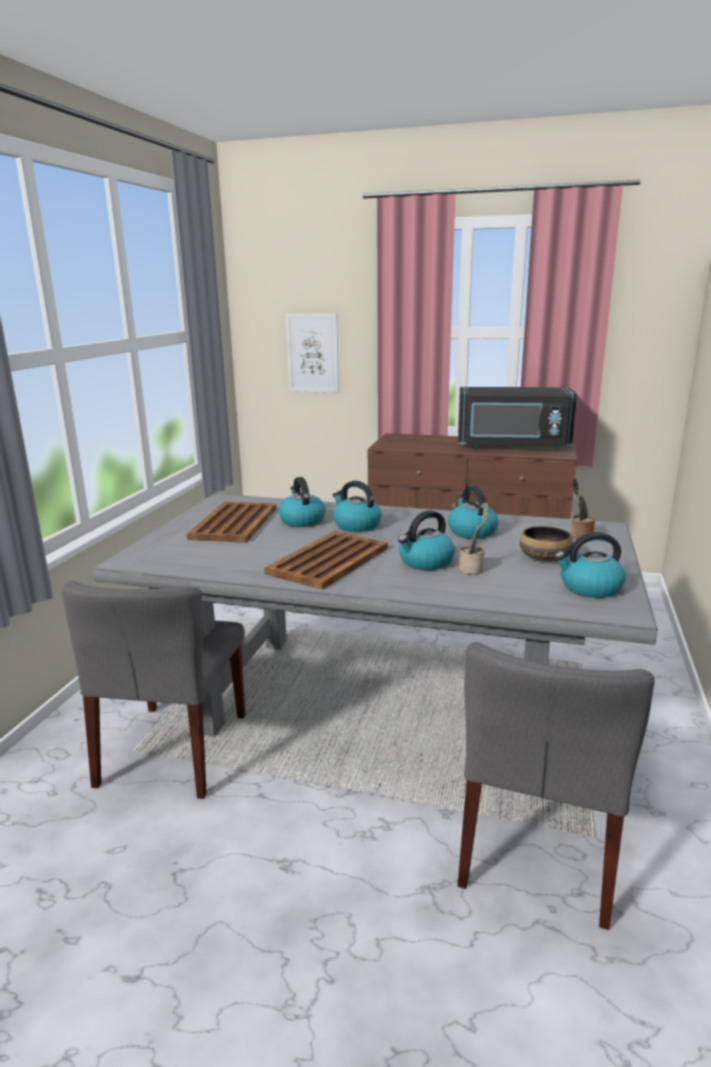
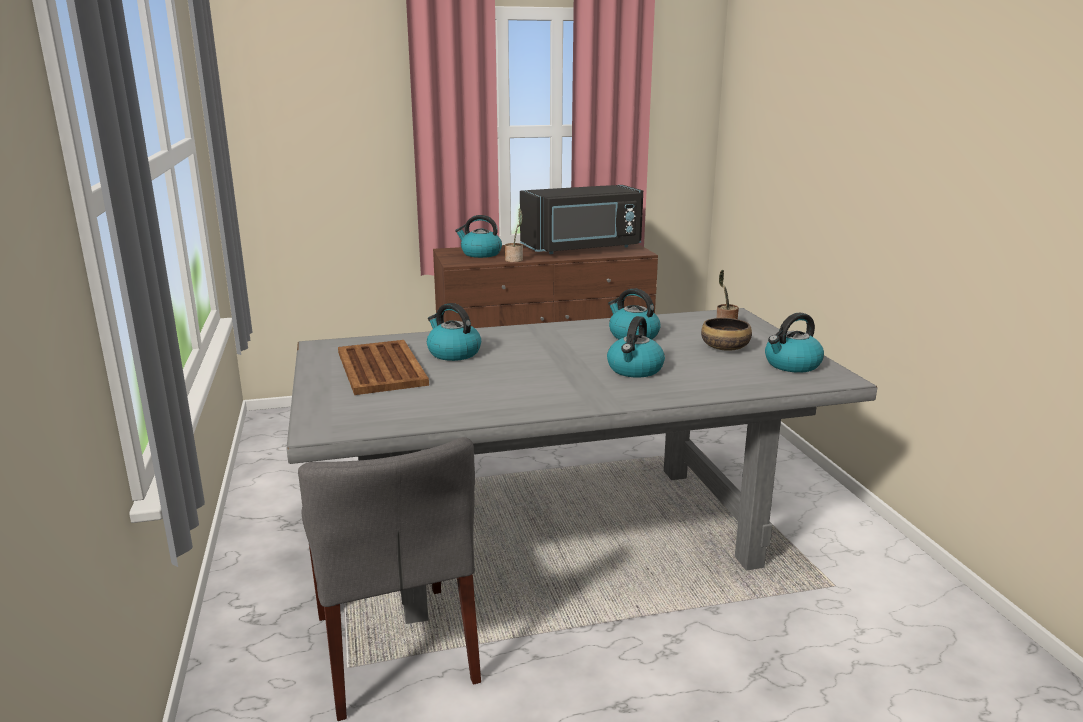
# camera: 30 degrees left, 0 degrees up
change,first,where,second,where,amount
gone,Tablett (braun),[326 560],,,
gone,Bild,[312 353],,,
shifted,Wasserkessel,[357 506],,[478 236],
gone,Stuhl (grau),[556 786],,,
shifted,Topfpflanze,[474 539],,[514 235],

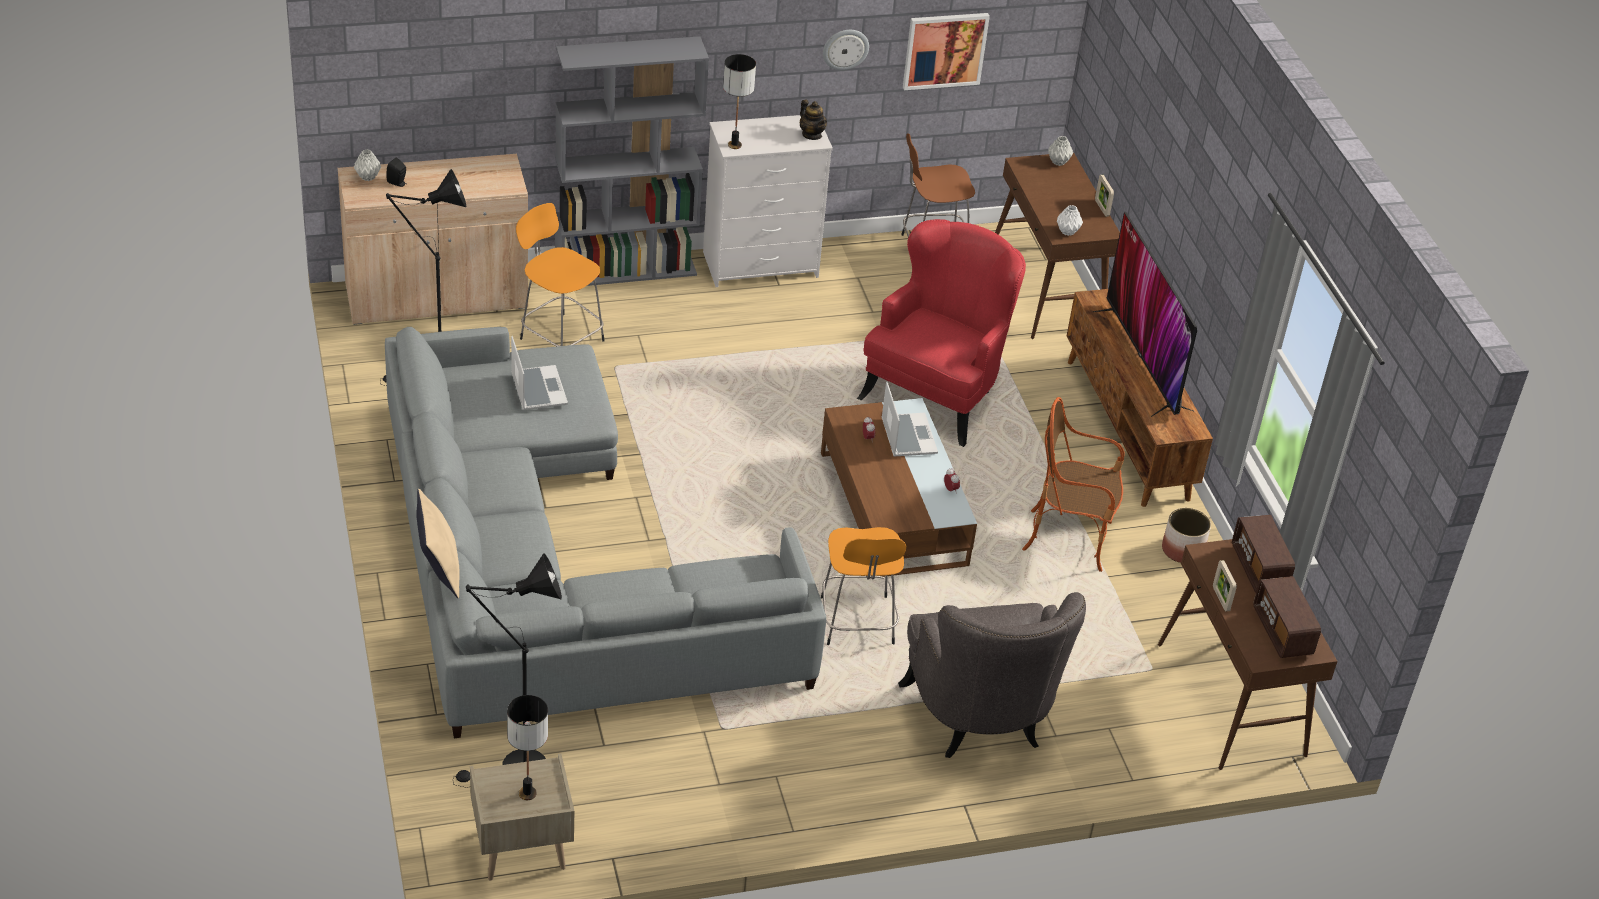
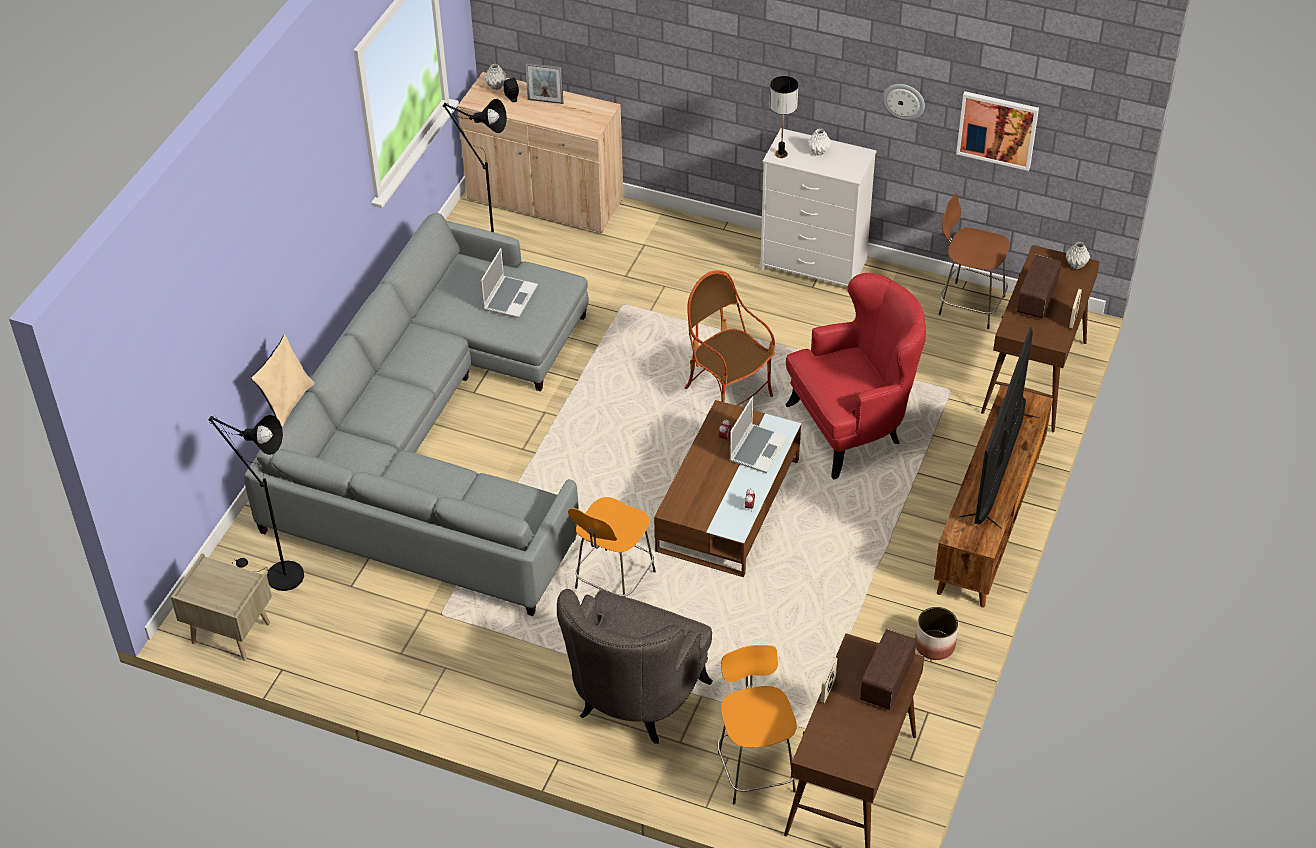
# camera: 40 degrees right, 5 degrees up
change,first,where,second,where,amount
gone,Tischlampe,[527 747],,,
shifted,Hocker (orange),[560 274],,[757 724],
gone,Bücherregal (grau),[632 161],,,
gone,Teekanne,[813 120],,,
shifted,Sessel,[1073 484],,[729 338],
shifted,Vase (weiß),[1070 220],,[819 142],
shifted,Radio,[1287 617],,[1039 287],
new,,,Bilderrahmen,[544 83],

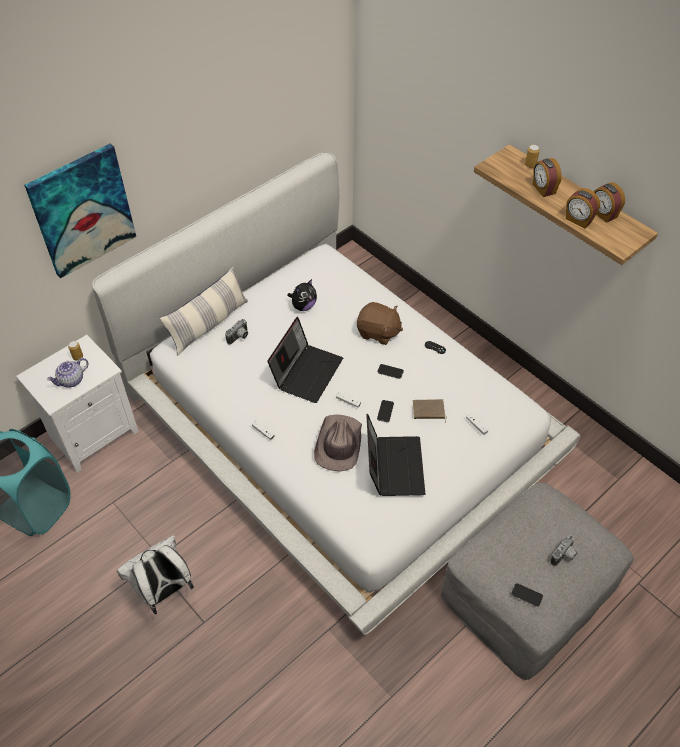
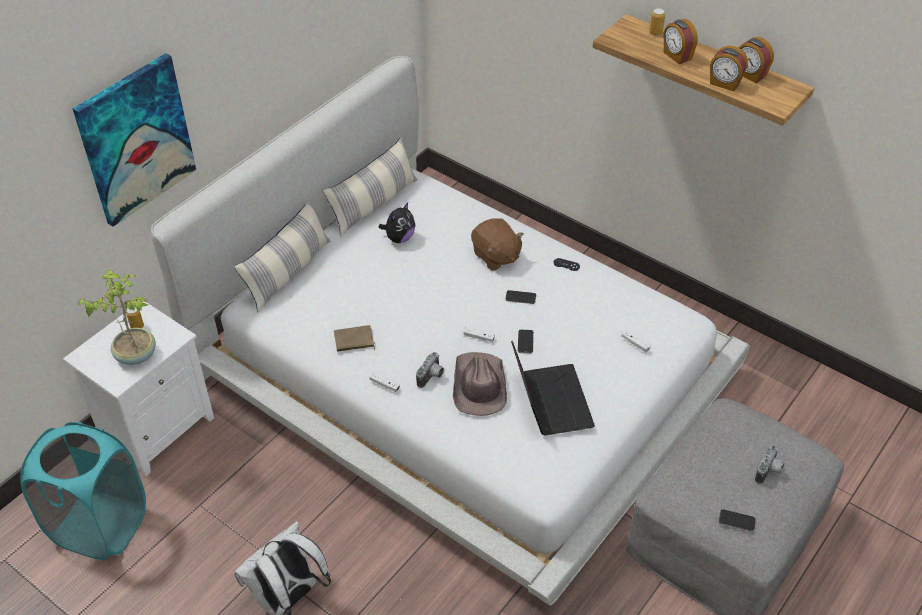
# camera: 10 degrees left, 5 degrees down
change,first,where,second,where,amount
swapped,Teekanne,[68 373],Topfpflanze,[116 317],
shifted,Kamera,[236 331],,[430 370],
gone,Laptop,[305 360],,,
rotated,Plüschtier (braun),[380 323],,[497 244],45 degrees clockwise
shifted,Buch (braun),[430 411],,[355 338],
new,,,Kissen,[369 186],

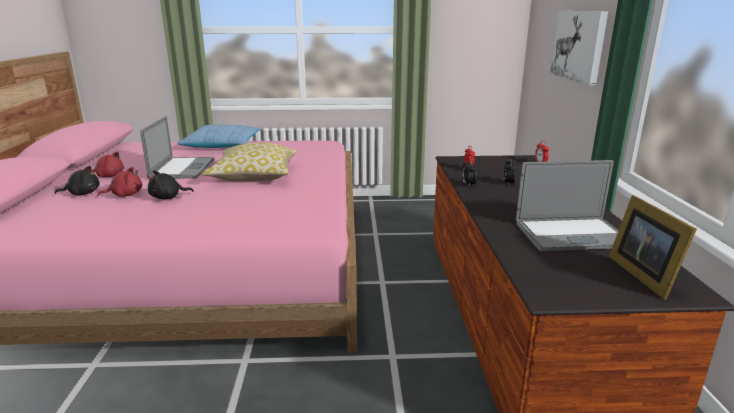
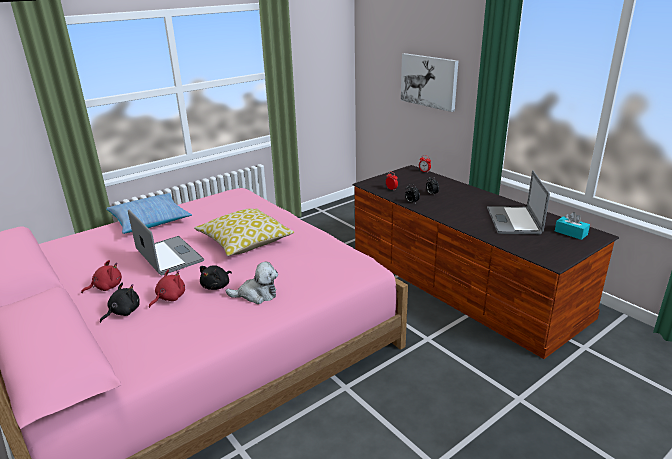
# camera: 35 degrees left, 5 degrees up
change,first,where,second,where,amount
rotated,Laptop,[567 205],,[518 202],135 degrees clockwise
swapped,Bilderrahmen,[653 247],Taschentuchbox (türkis),[572 226],
new,,,Plüschtier,[252 283],

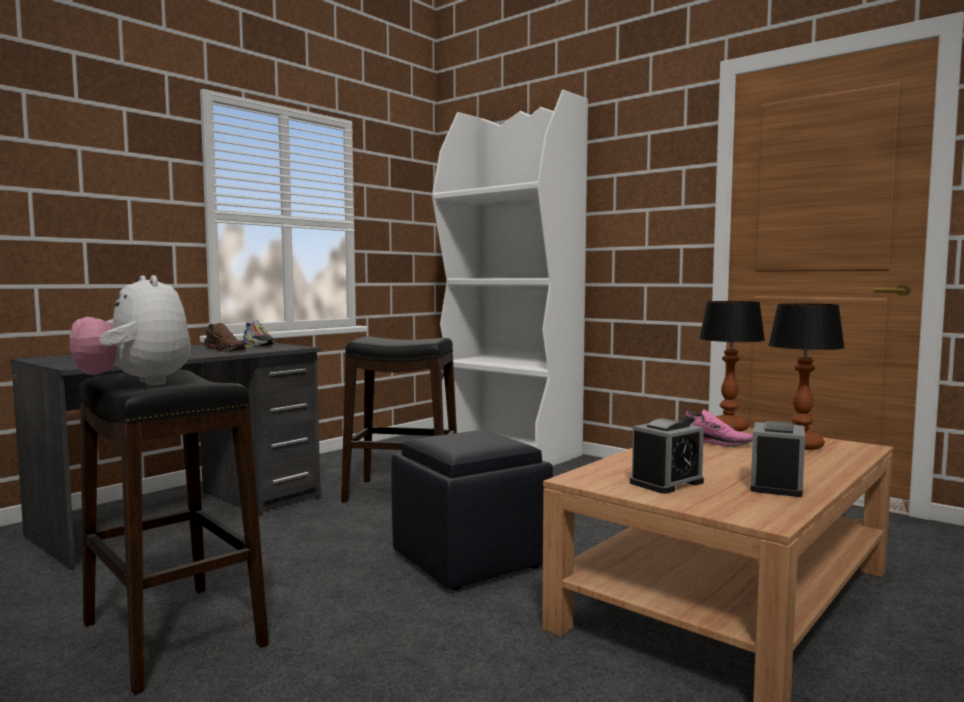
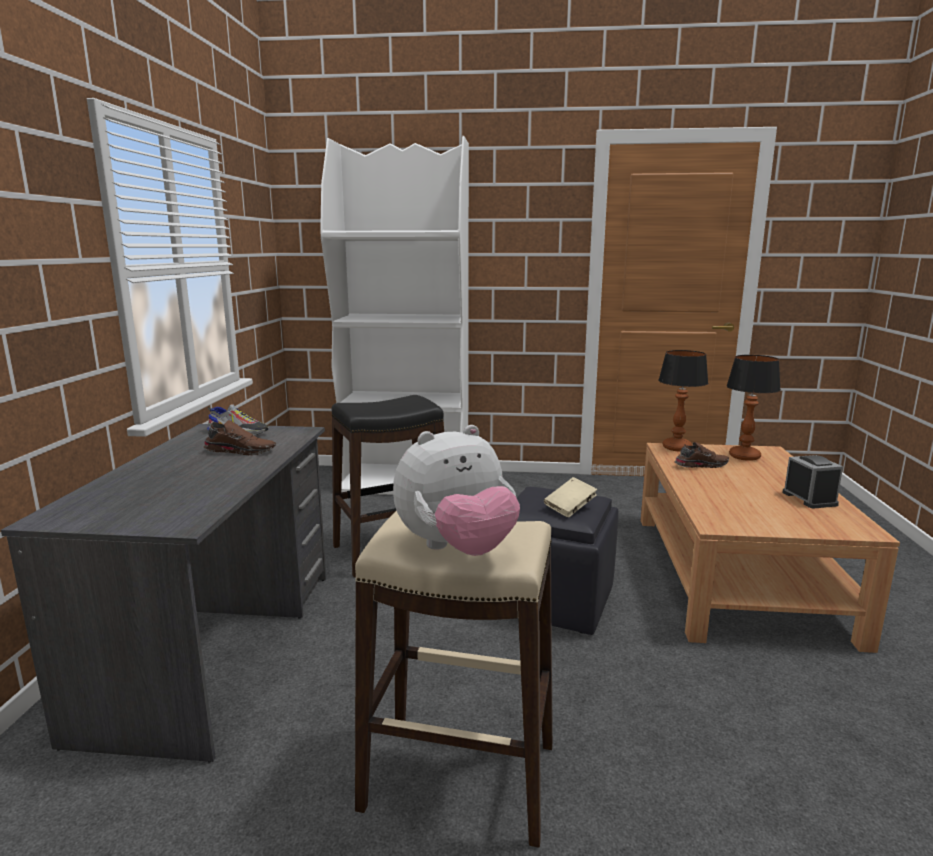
# camera: 35 degrees left, 10 degrees up
change,first,where,second,where,amount
rotated,Plüschtier,[130 330],,[456 490],45 degrees counterclockwise
repainted,Hocker (schwarz),[174 532],Hocker (beige),[454 679],
gone,Wecker,[667 456],,,
repainted,Schuh (rosa),[717 428],Schuh (braun),[701 455],
new,,,Buch (beige),[570 497],

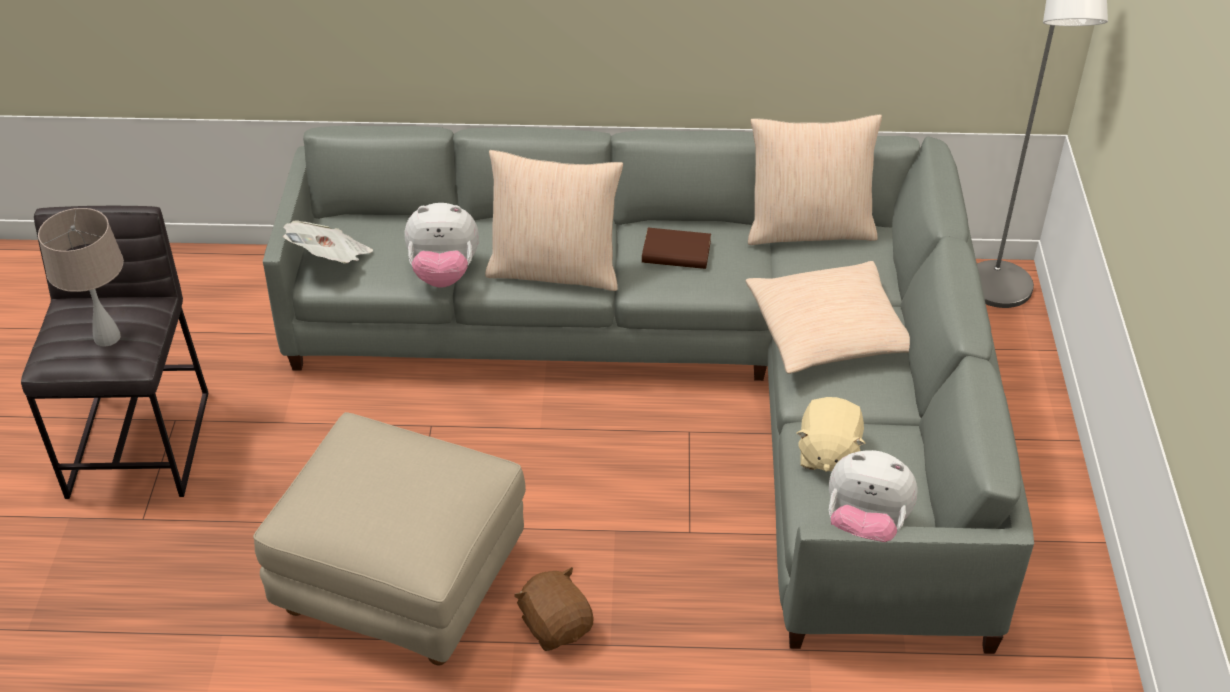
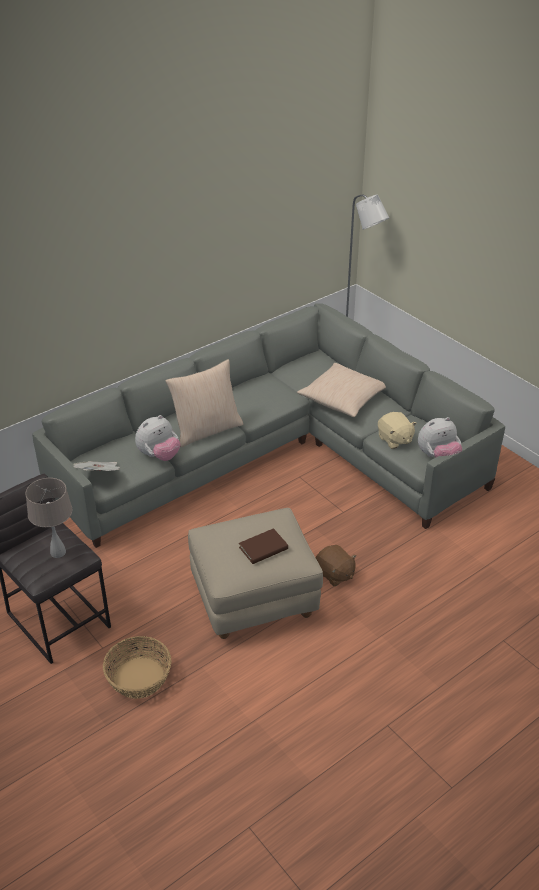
# camera: 40 degrees left, 5 degrees down
change,first,where,second,where,amount
rotated,Plüschtier (braun),[553 609],,[336 565],150 degrees counterclockwise
shifted,Buch (braun),[676 248],,[263 546],
gone,Kissen (beige),[815 179],,,
new,,,Korb,[137 667],

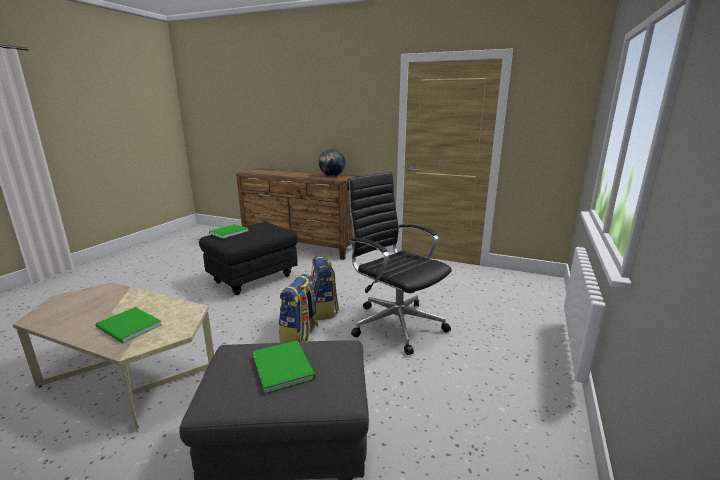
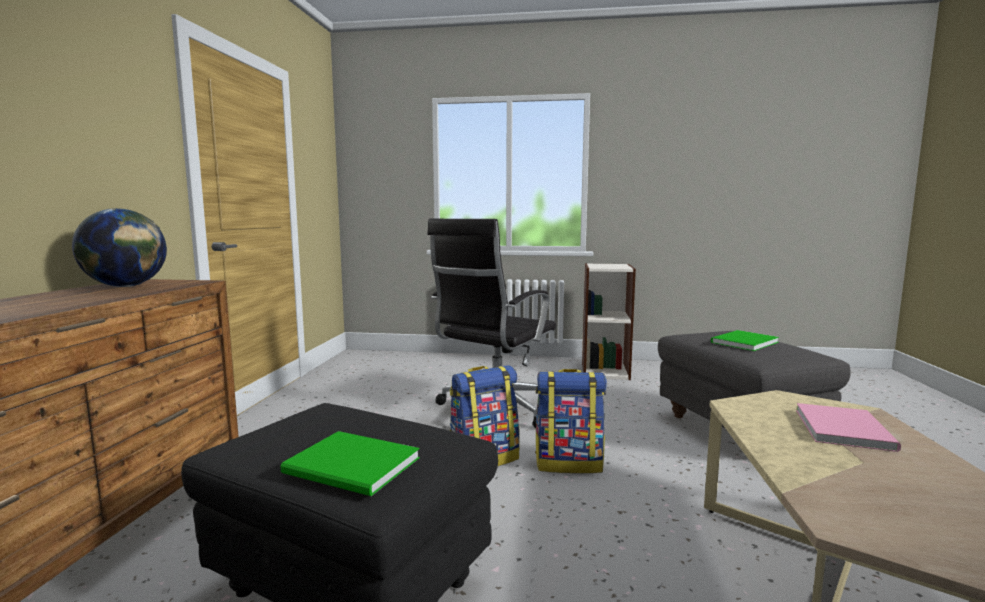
# camera: 105 degrees left, 10 degrees down
change,first,where,second,where,amount
repainted,Buch (grün),[128 325],Buch (rosa),[848 427],
new,,,Bücherregal,[609 321],

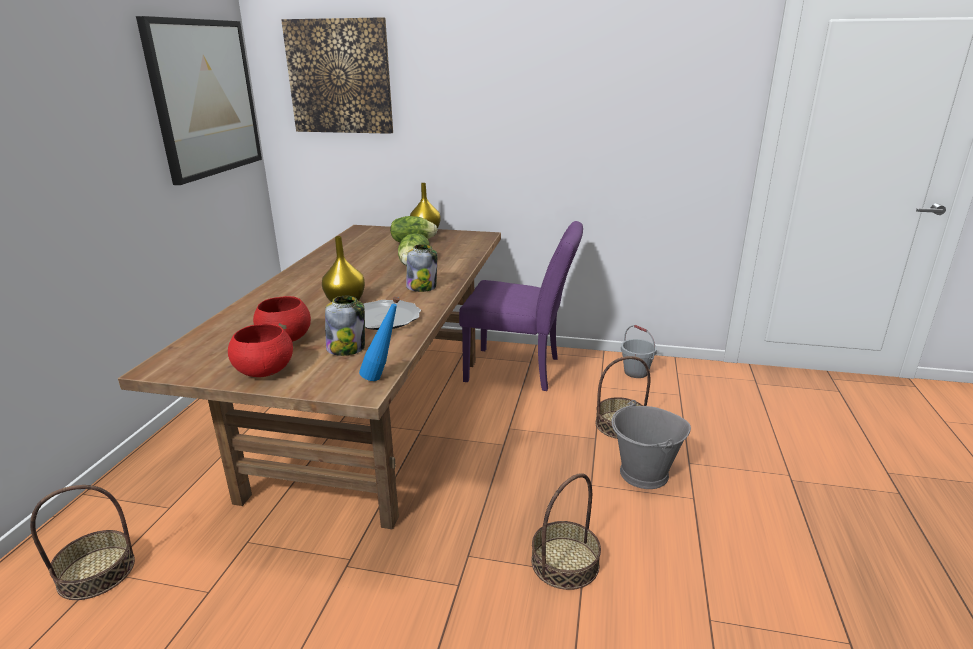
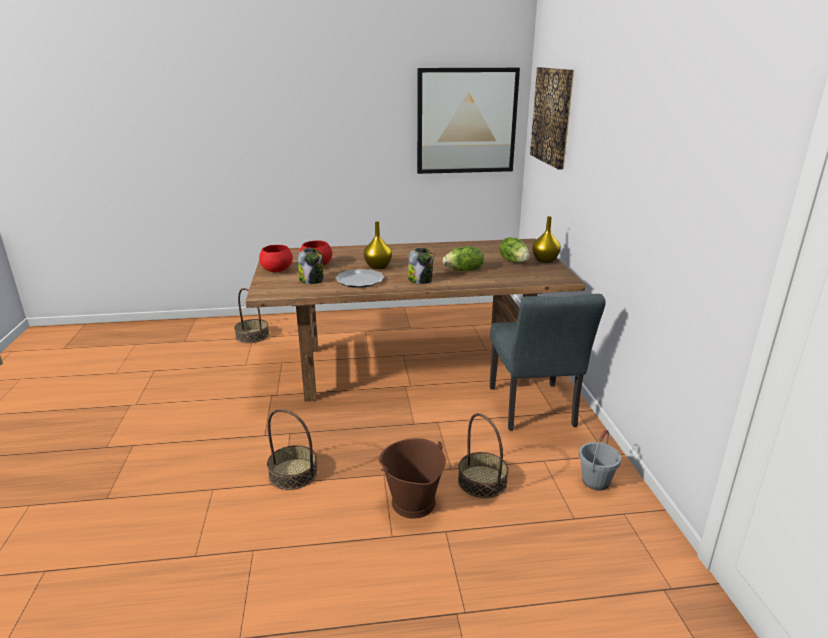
# camera: 70 degrees right, 0 degrees up
change,first,where,second,where,amount
gone,Flasche (blau),[379 339],,,
repainted,Stuhl (lila),[521 306],Stuhl (grau),[548 362],
repainted,Eimer (grau),[651 444],Eimer (braun),[412 478],

